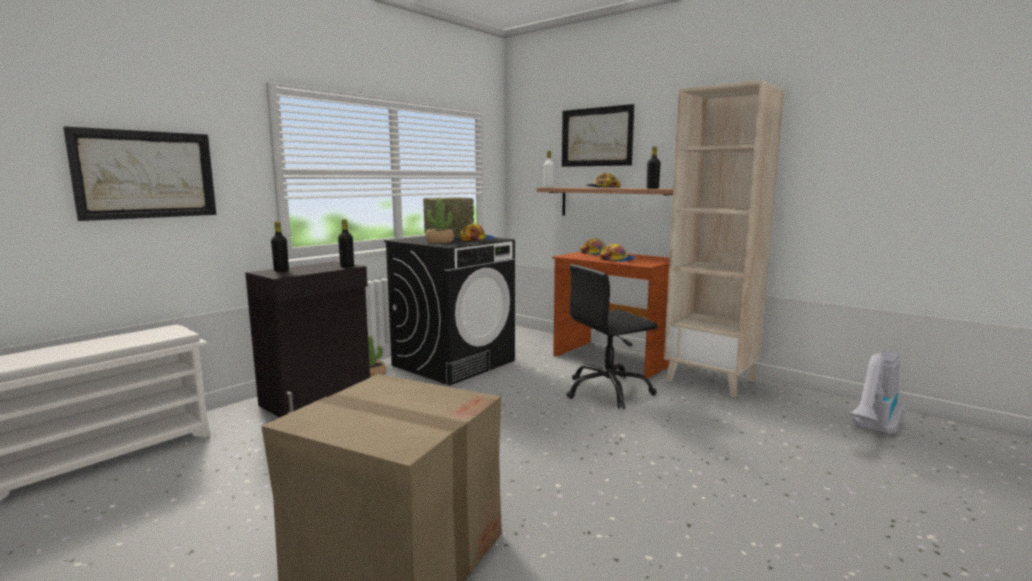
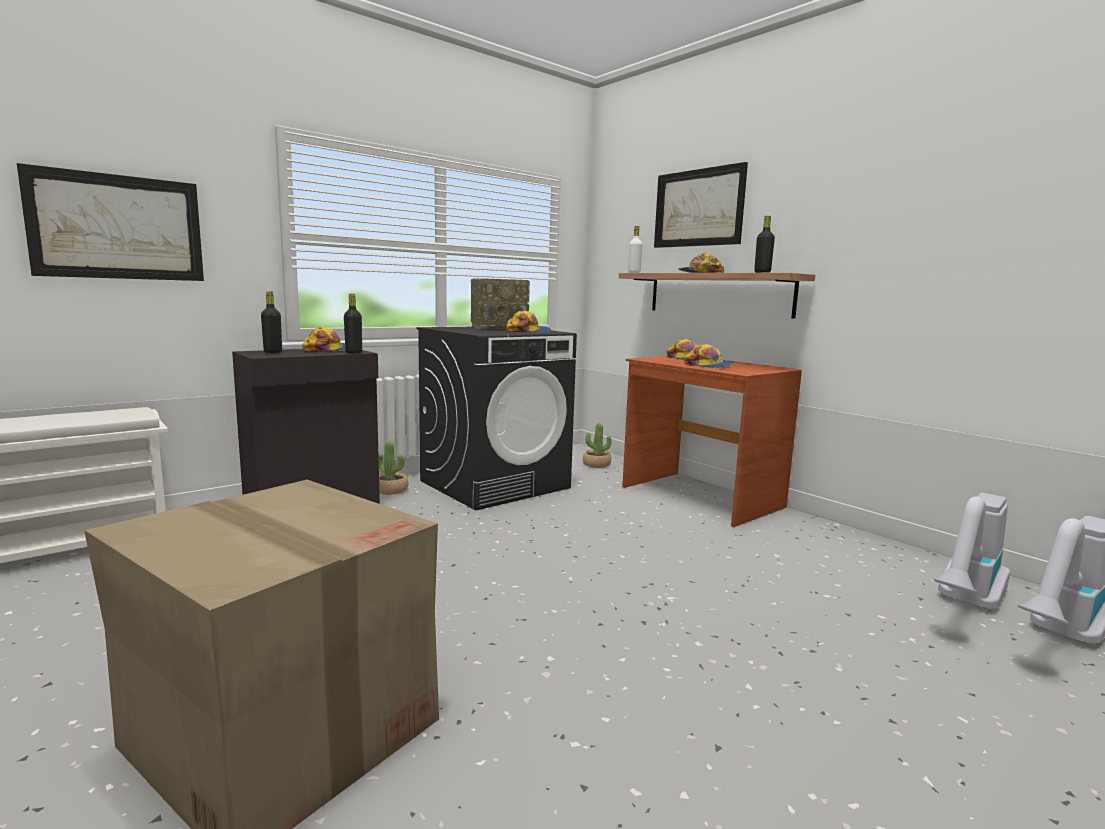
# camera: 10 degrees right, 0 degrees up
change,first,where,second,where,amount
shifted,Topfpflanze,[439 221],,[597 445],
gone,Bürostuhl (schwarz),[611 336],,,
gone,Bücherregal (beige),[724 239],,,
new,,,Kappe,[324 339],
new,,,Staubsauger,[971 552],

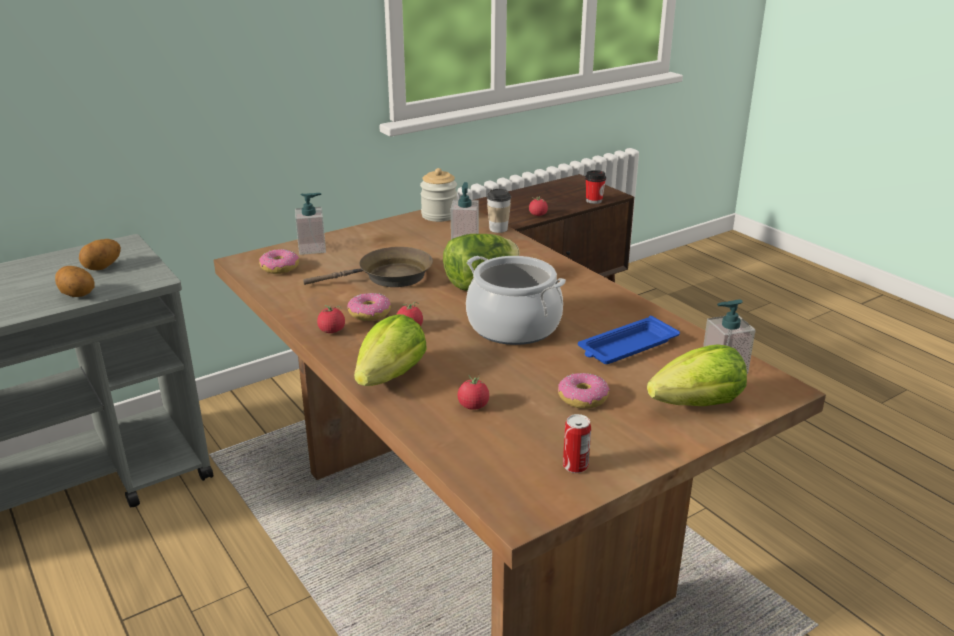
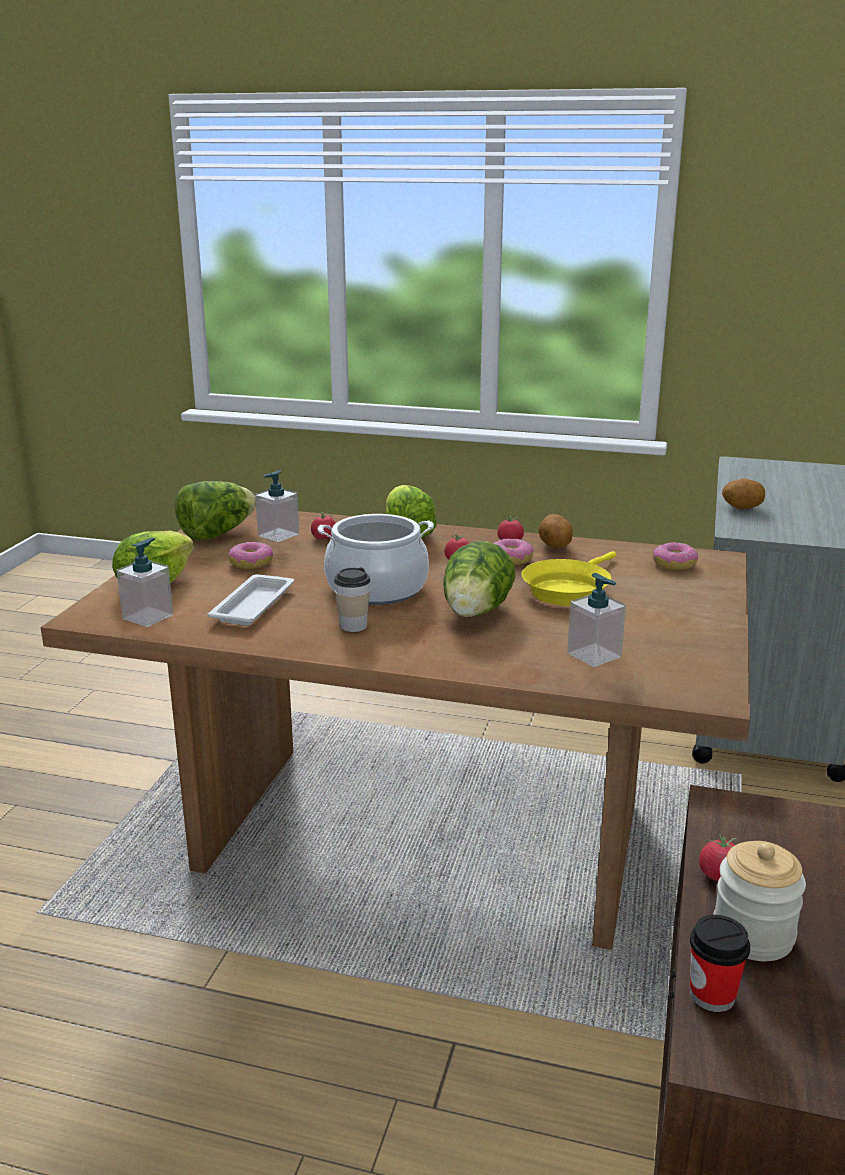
# camera: 140 degrees right, 5 degrees down
change,first,where,second,where,amount
shifted,Kartoffel,[100 254],,[555 531],
shifted,Seifenspender,[310 224],,[277 506],
repainted,Pfanne (braun),[368 267],Pfanne (gelb),[569 578],
shifted,Vorratsglas,[438 195],,[759 901],
shifted,Tasse,[499 211],,[352 600],
swapped,Dose,[577 443],Salatkopf,[215 510],
repainted,Tablett (blau),[629 340],Tablett (weiß),[250 600],

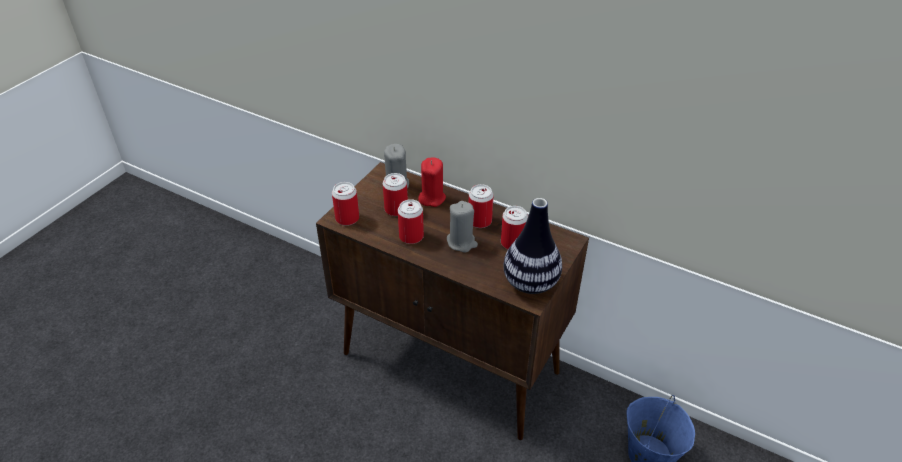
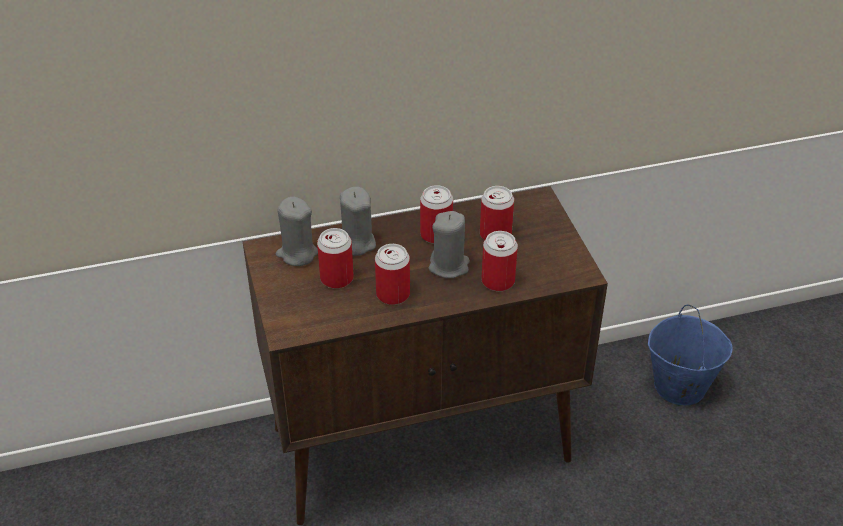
# camera: 45 degrees left, 0 degrees up
change,first,where,second,where,amount
shifted,Dose,[345 204],,[499 261],
repainted,Kerze (rot),[432 182],Kerze (grau),[358 221],
gone,Vase,[532 246],,,

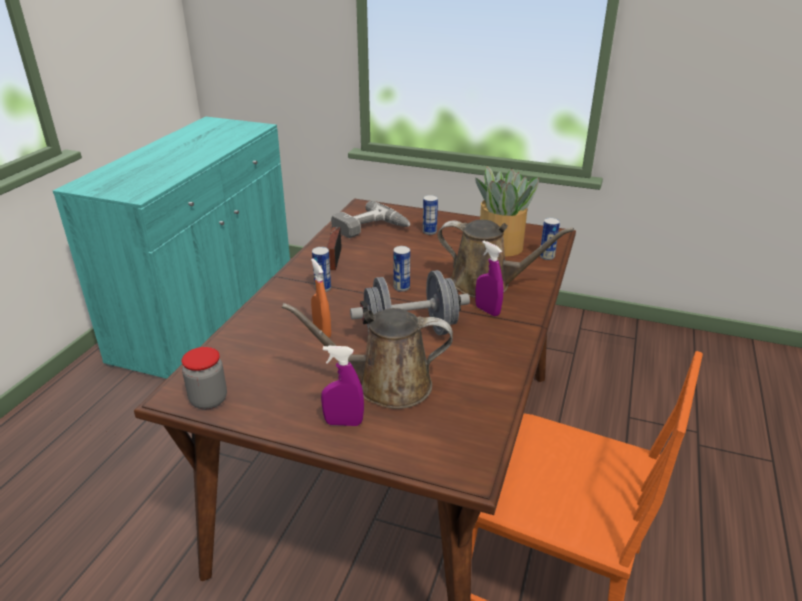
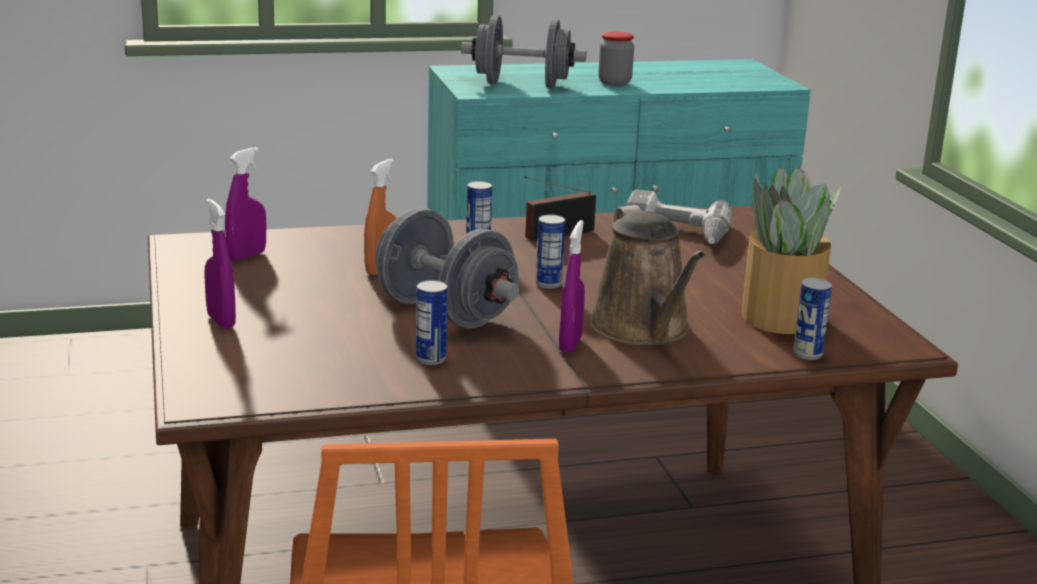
# camera: 55 degrees right, 10 degrees down
change,first,where,second,where,amount
shifted,Vorratsglas,[204 378],,[616 58],
gone,Gießkanne (braun),[367 356],,,
shifted,Dose,[430 215],,[432 322],
new,,,Sprühflasche (lila),[245 204],
new,,,Hantel (grau),[523 51],

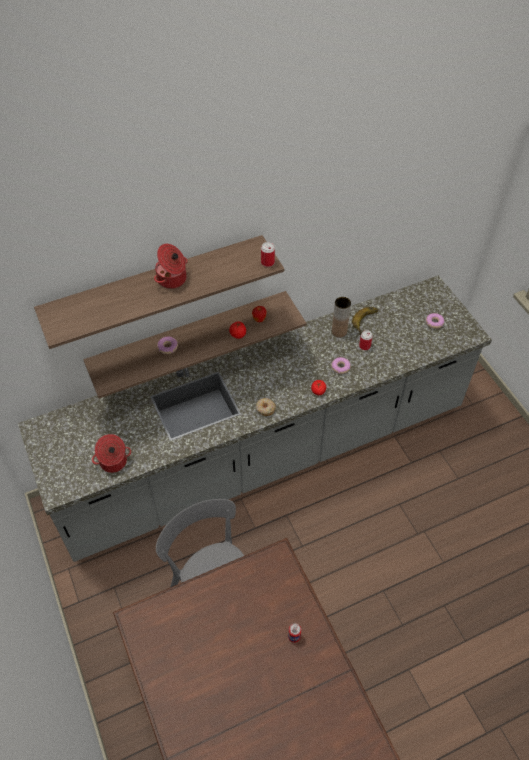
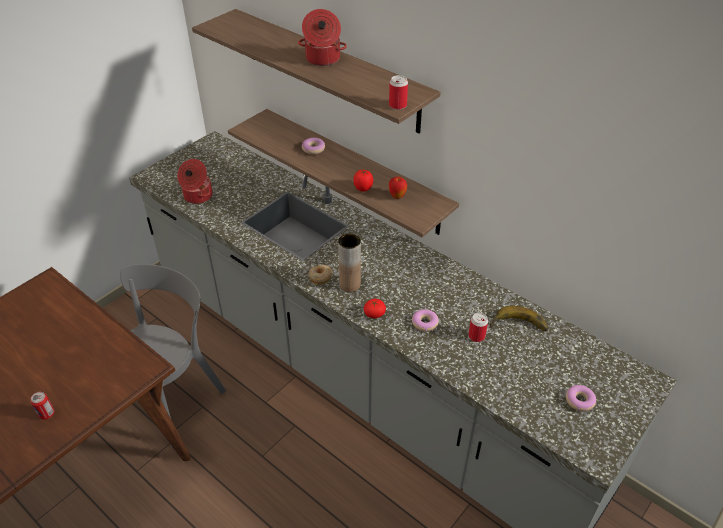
# camera: 65 degrees right, 10 degrees down
change,first,where,second,where,amount
shifted,Vase (braun),[341 317],,[349 263],

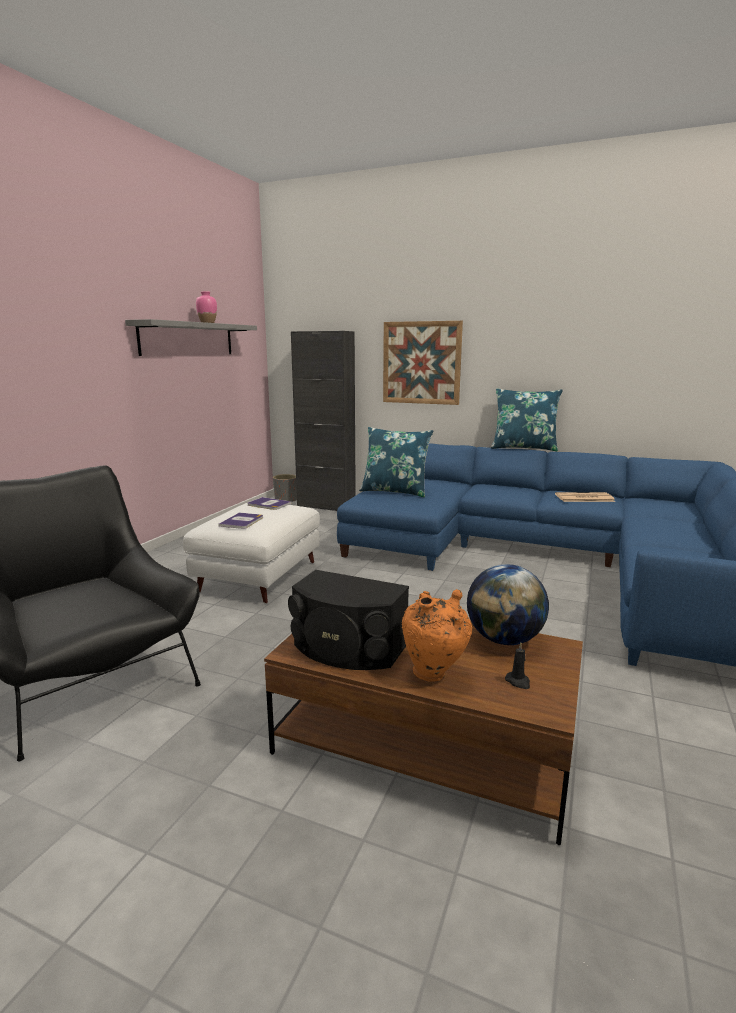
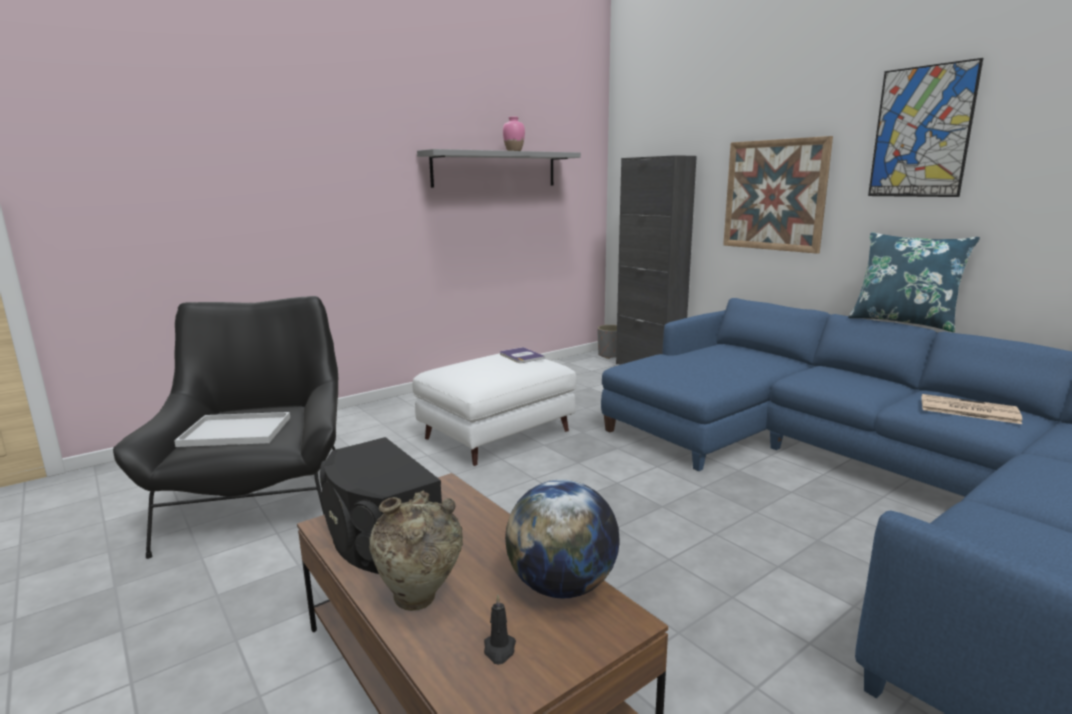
# camera: 30 degrees right, 0 degrees up
change,first,where,second,where,amount
gone,Buch,[241 520],,,
gone,Kissen (blau),[396 462],,,
repainted,Vase (orange),[437 635],Vase (beige),[416 550],
new,,,Tablett (weiß),[232 429],
new,,,Bild,[925 127],

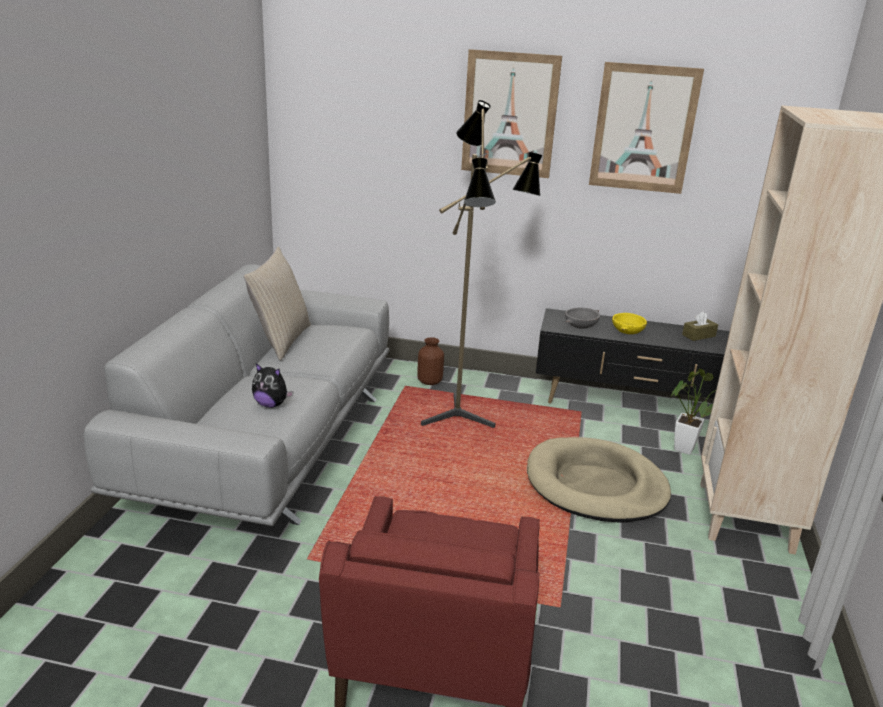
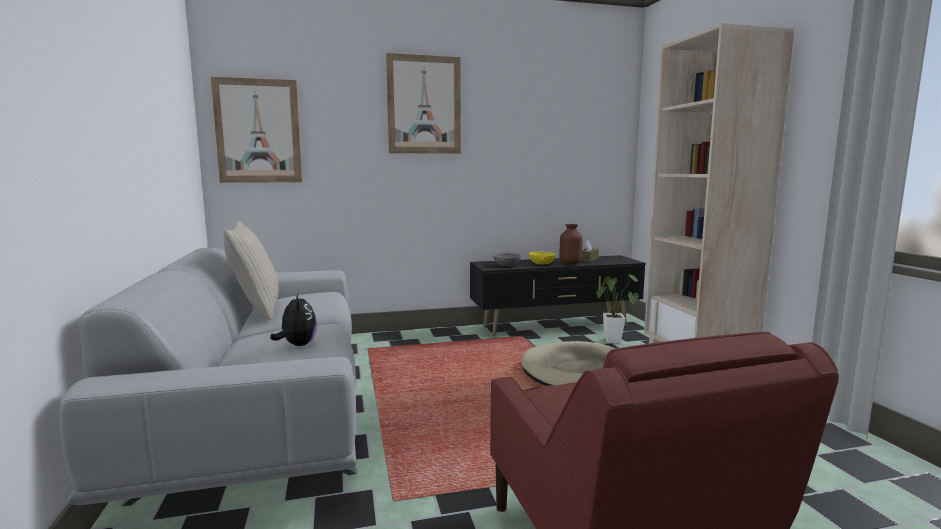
# camera: 25 degrees left, 15 degrees down
change,first,where,second,where,amount
rotated,Plüschtier,[272 385],,[293 319],105 degrees counterclockwise
shifted,Vase (braun),[430 361],,[571 244],
gone,Stehlampe,[482 264],,,
shifted,Bild,[646 128],,[256 130],

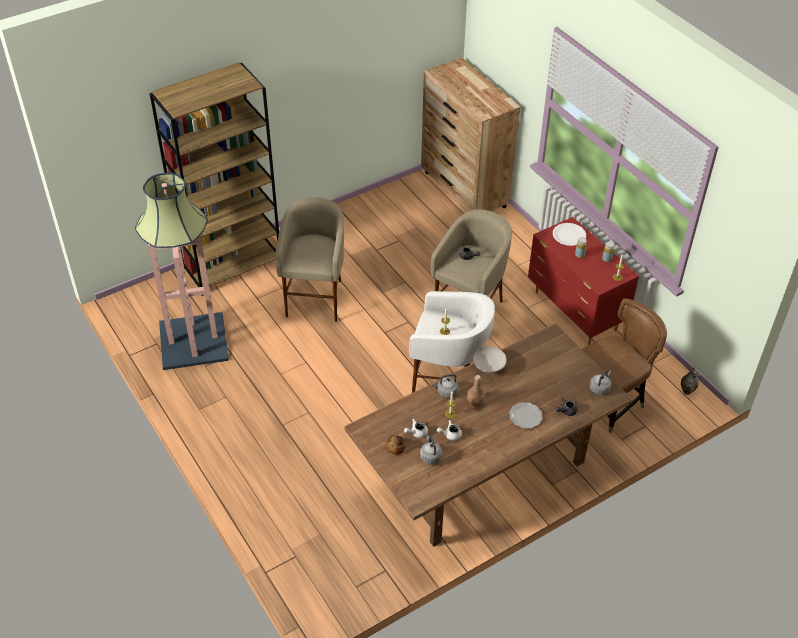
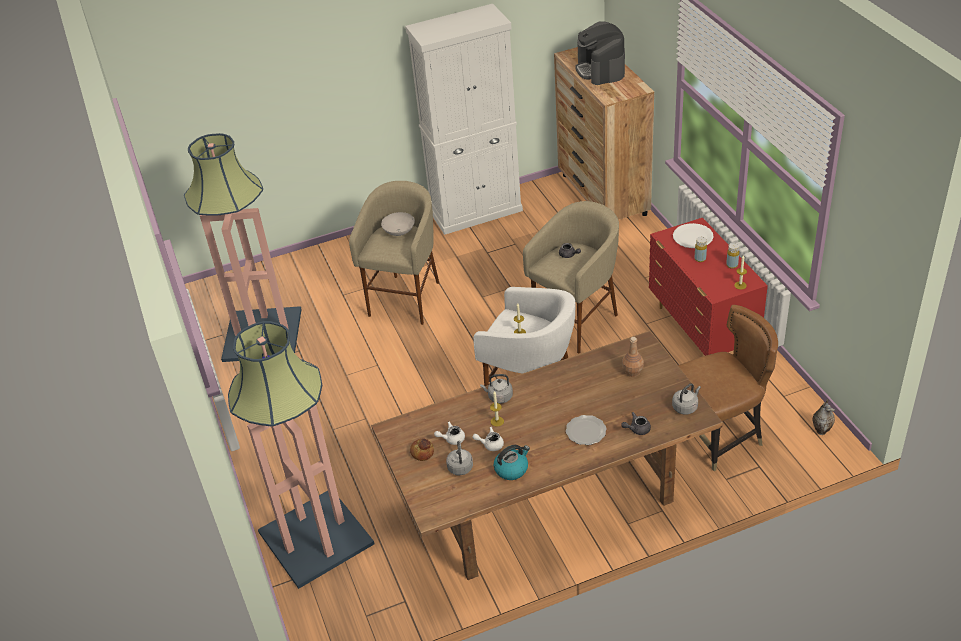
# camera: 15 degrees right, 5 degrees down
change,first,where,second,where,amount
gone,Bücherregal (braun),[214 179],,,
shifted,Flasche (braun),[476 391],,[633 357],
shifted,Schüssel (weiß),[490 360],,[398 224],
new,,,Stehlampe,[301 455],
new,,,Schrank (weiß),[464 119],
new,,,Wasserkessel,[512 462],
new,,,Kaffeemaschine,[600 53],

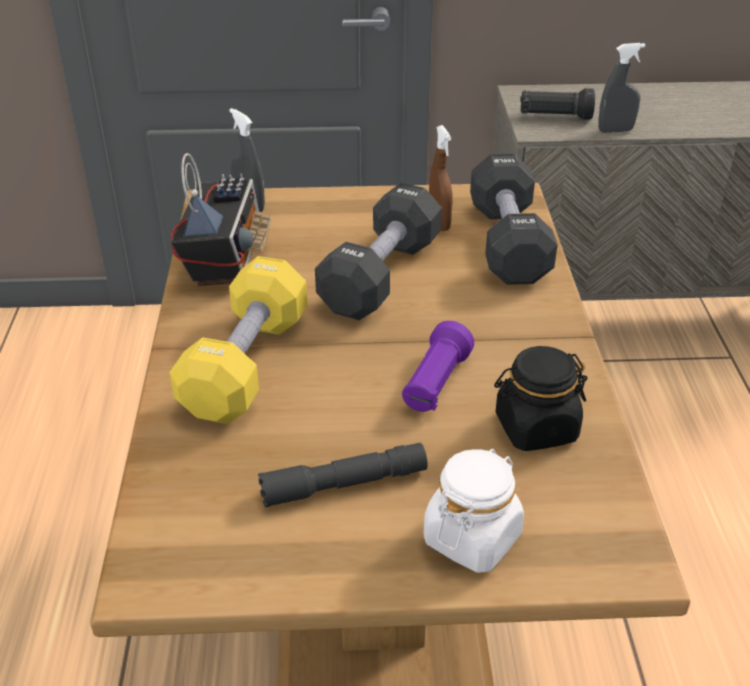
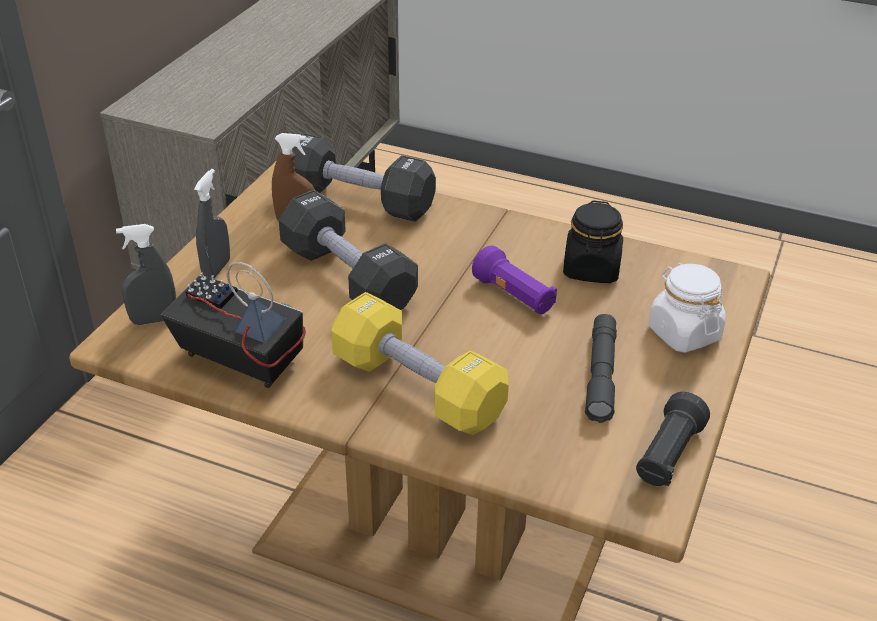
# camera: 65 degrees left, 0 degrees up
change,first,where,second,where,amount
shifted,Taschenlampe (schwarz),[557 104],,[673 439],
shifted,Sprühflasche (grau),[622 88],,[212 223],

